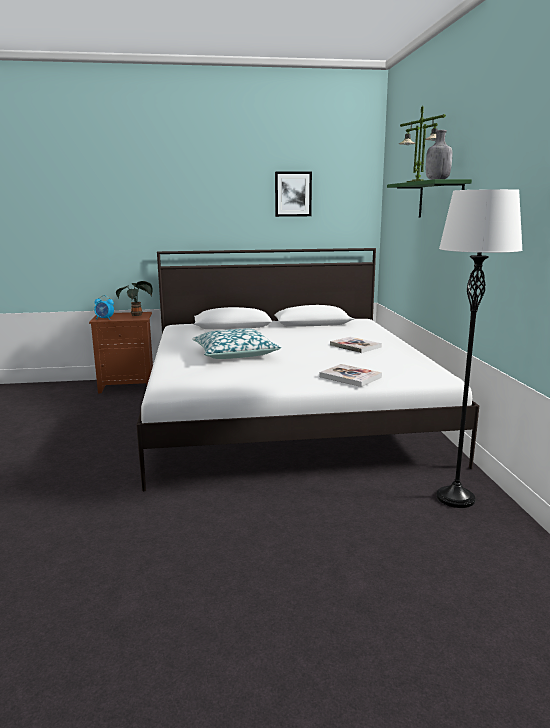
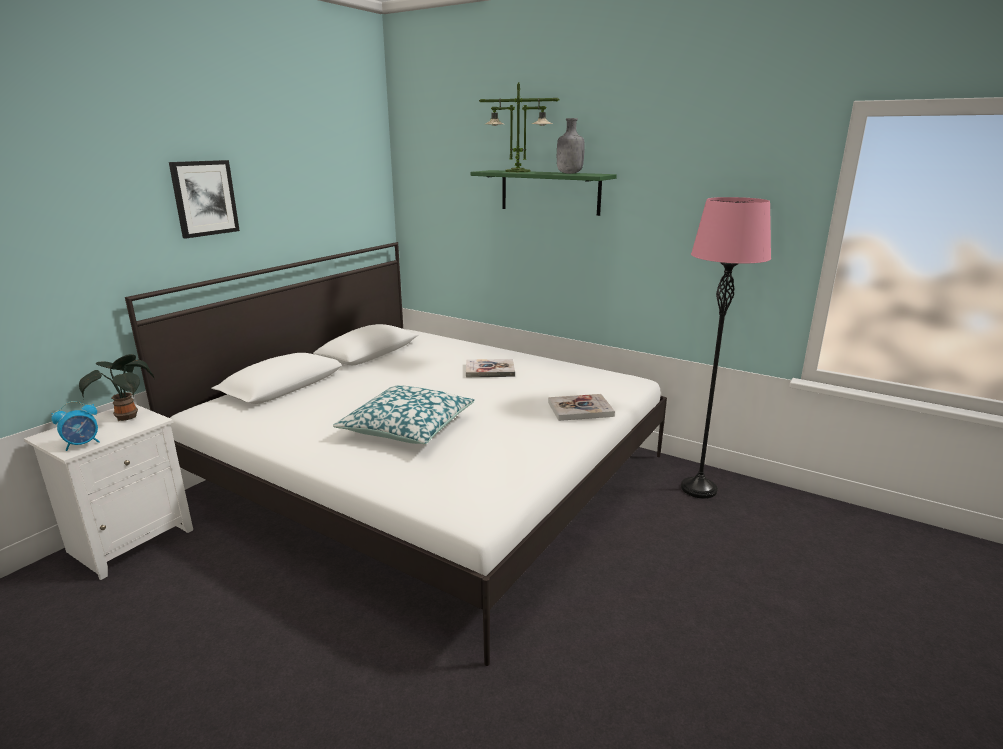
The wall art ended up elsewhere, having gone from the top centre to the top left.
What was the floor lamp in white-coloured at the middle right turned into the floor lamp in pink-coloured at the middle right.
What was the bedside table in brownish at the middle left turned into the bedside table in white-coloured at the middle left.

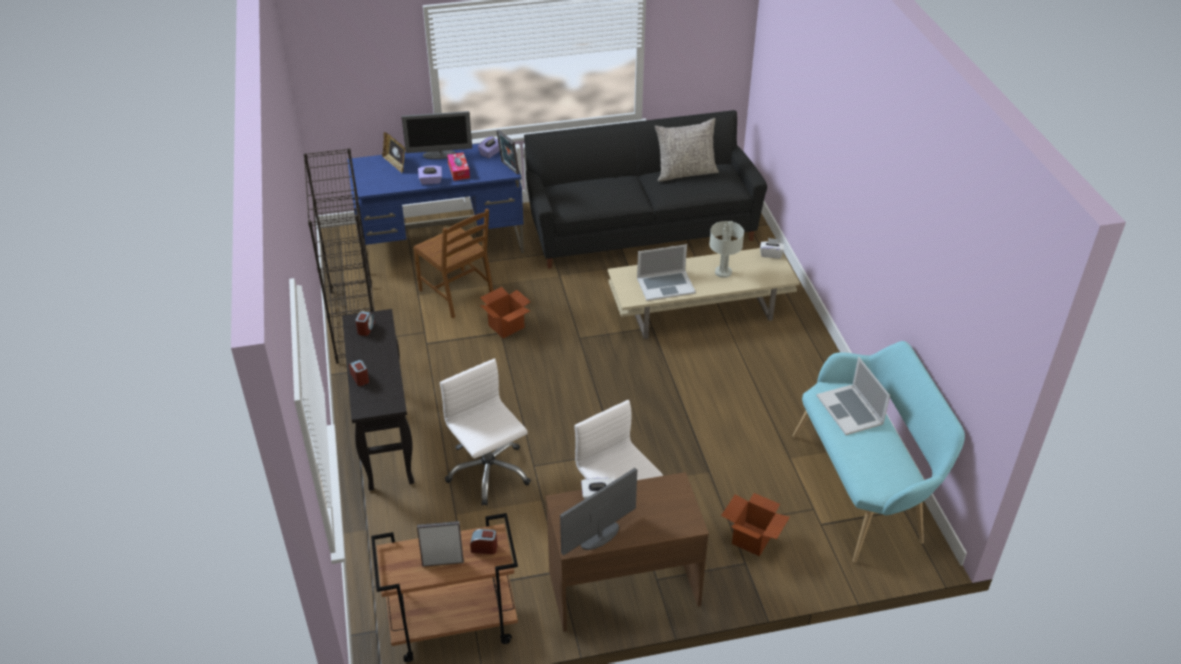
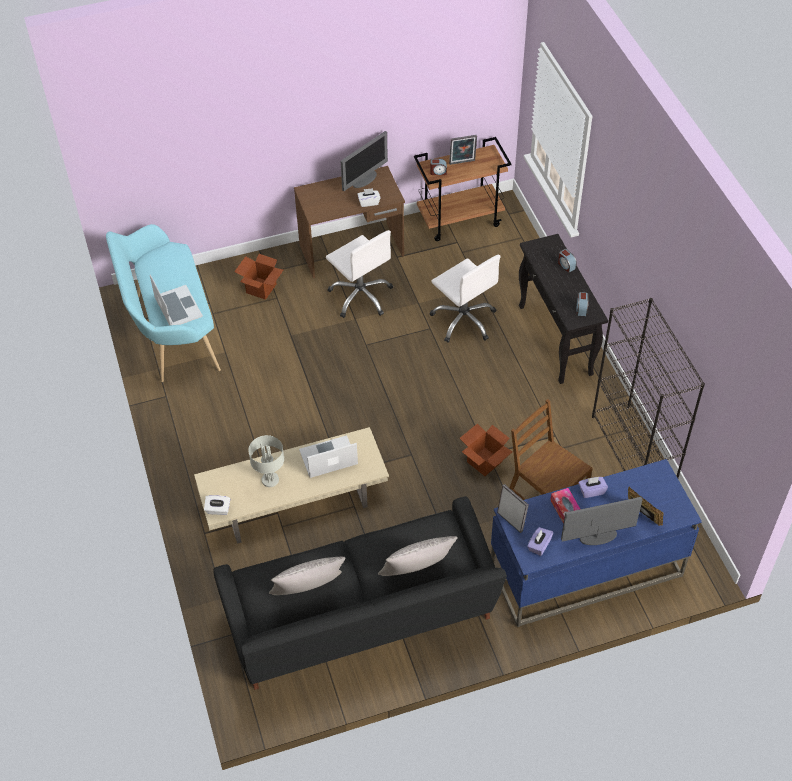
The second view gained the cushion in greyish (2nd from left) at the bottom centre.

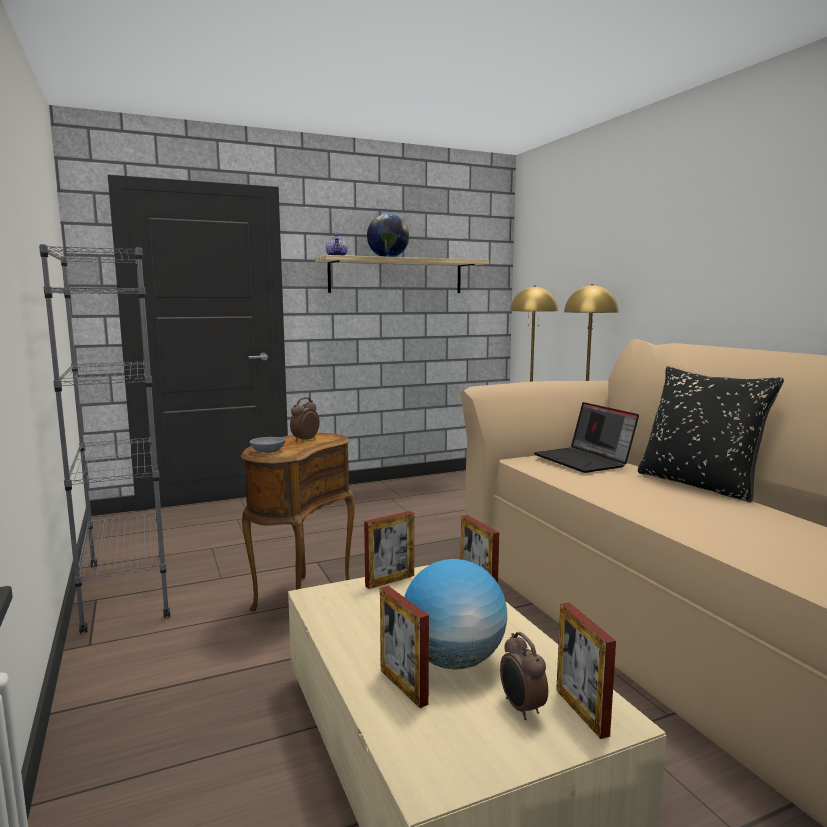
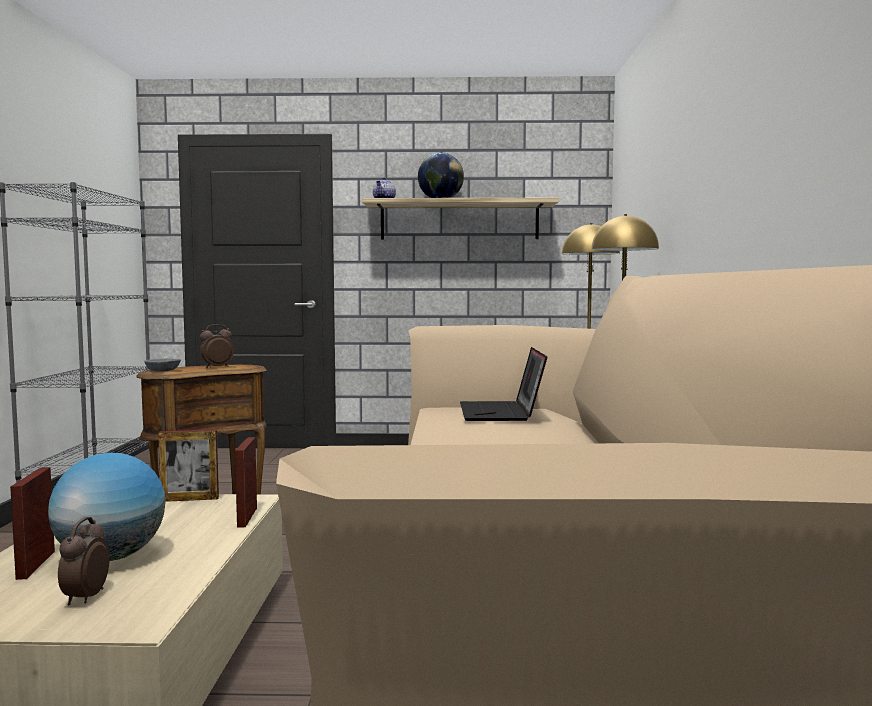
The second view lost the cushion in black-coloured at the middle right.
The second view lost the picture frame (4th from left) at the bottom right.

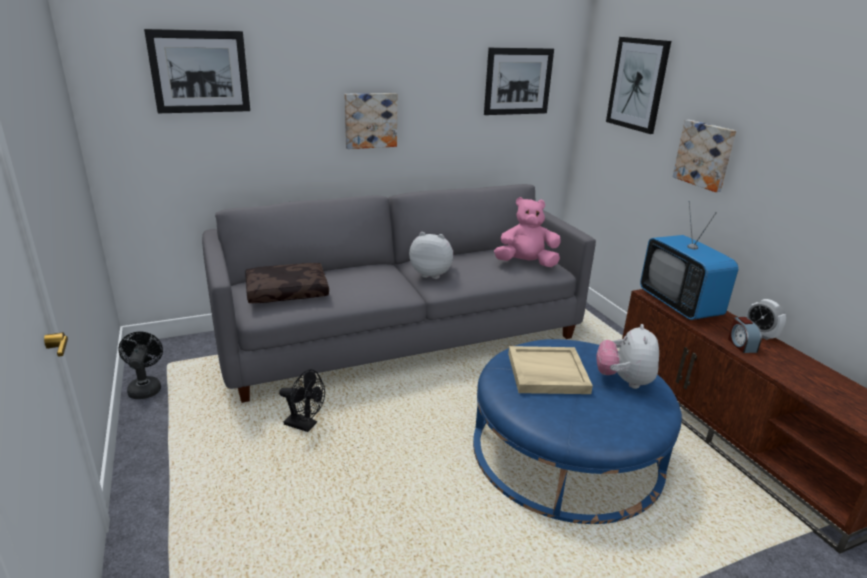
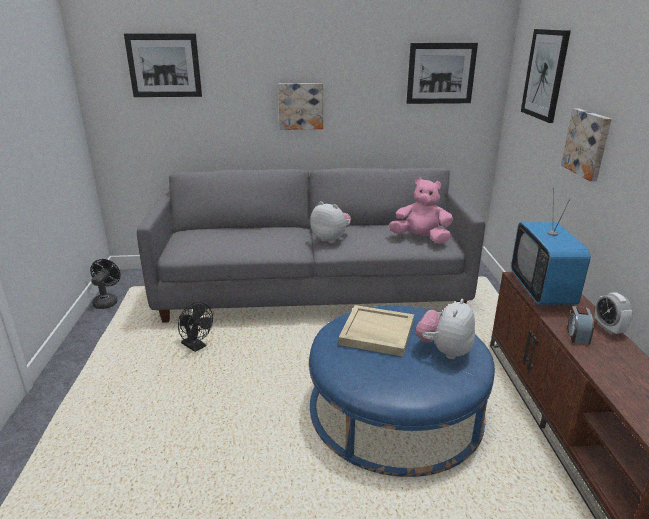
The second view lost the cushion in brownish at the middle left.

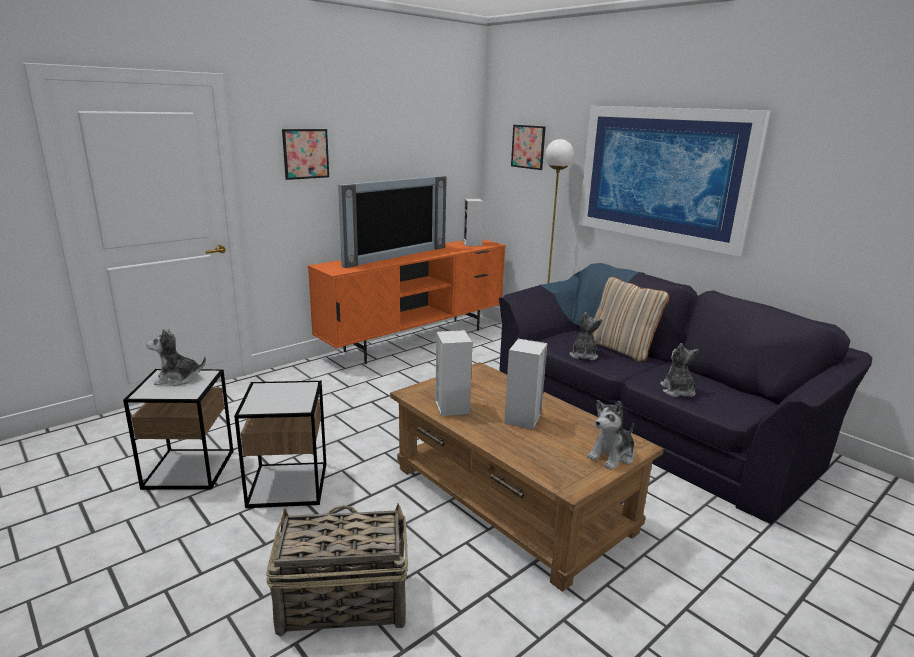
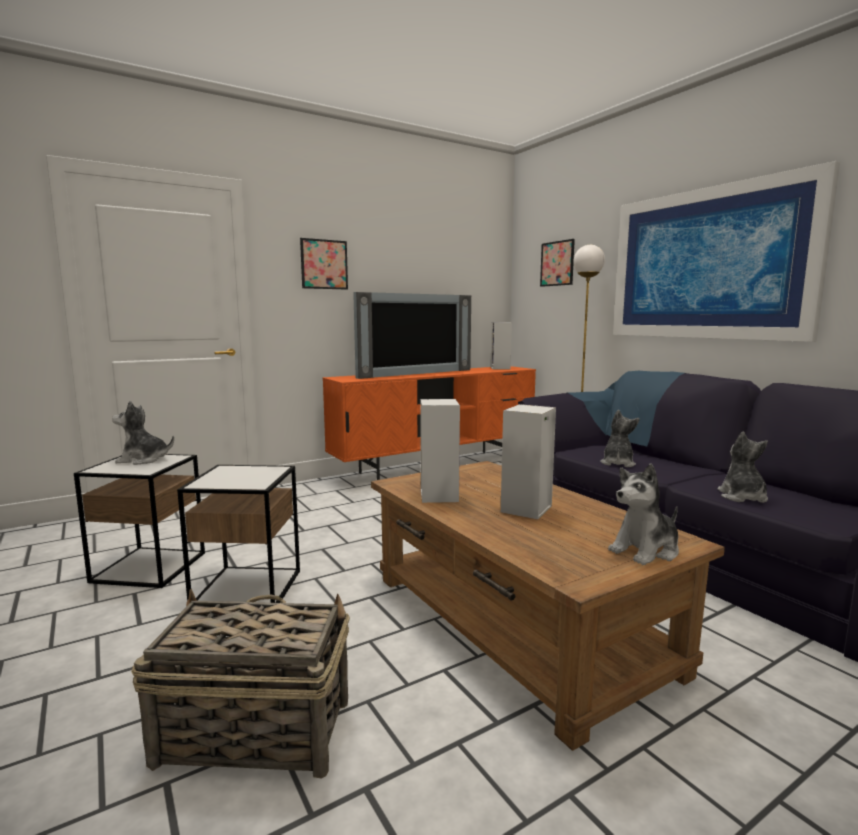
The second view lost the cushion in beige at the middle right.

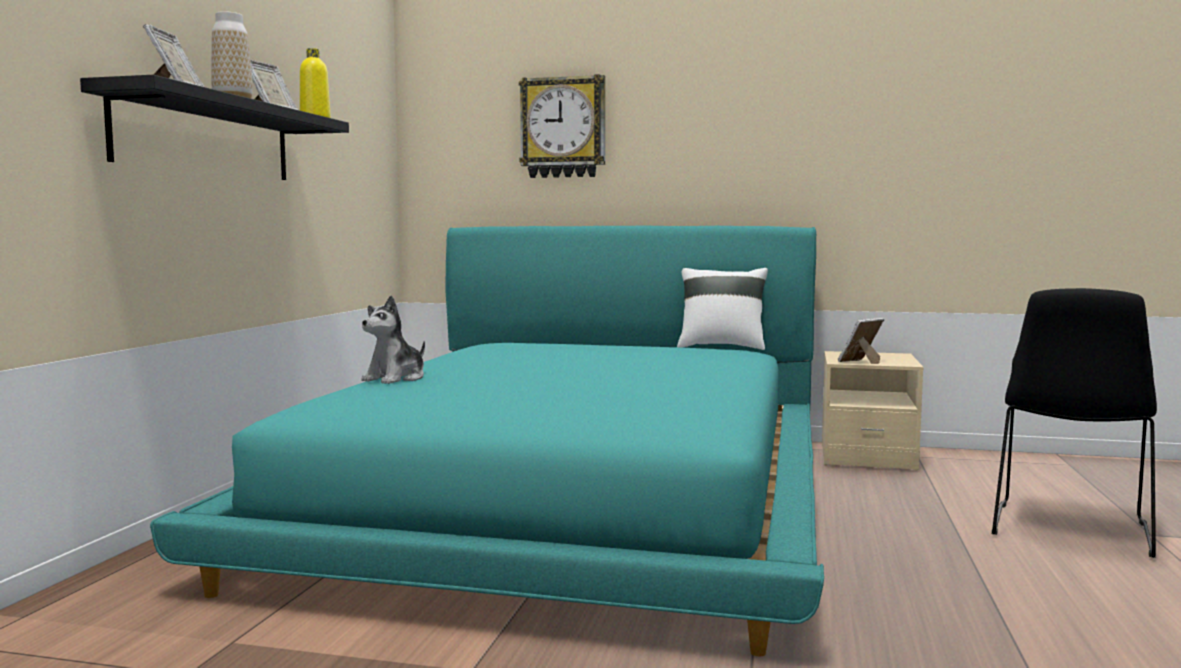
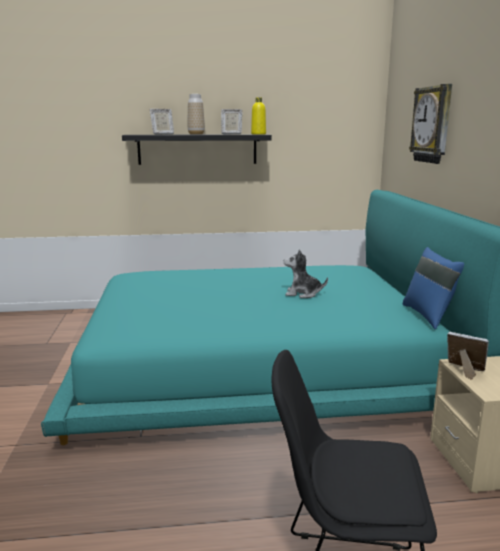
What was the cushion in white-coloured at the centre turned into the cushion in bluish at the middle right.
The soft toy ended up elsewhere, having gone from the middle left to the centre.

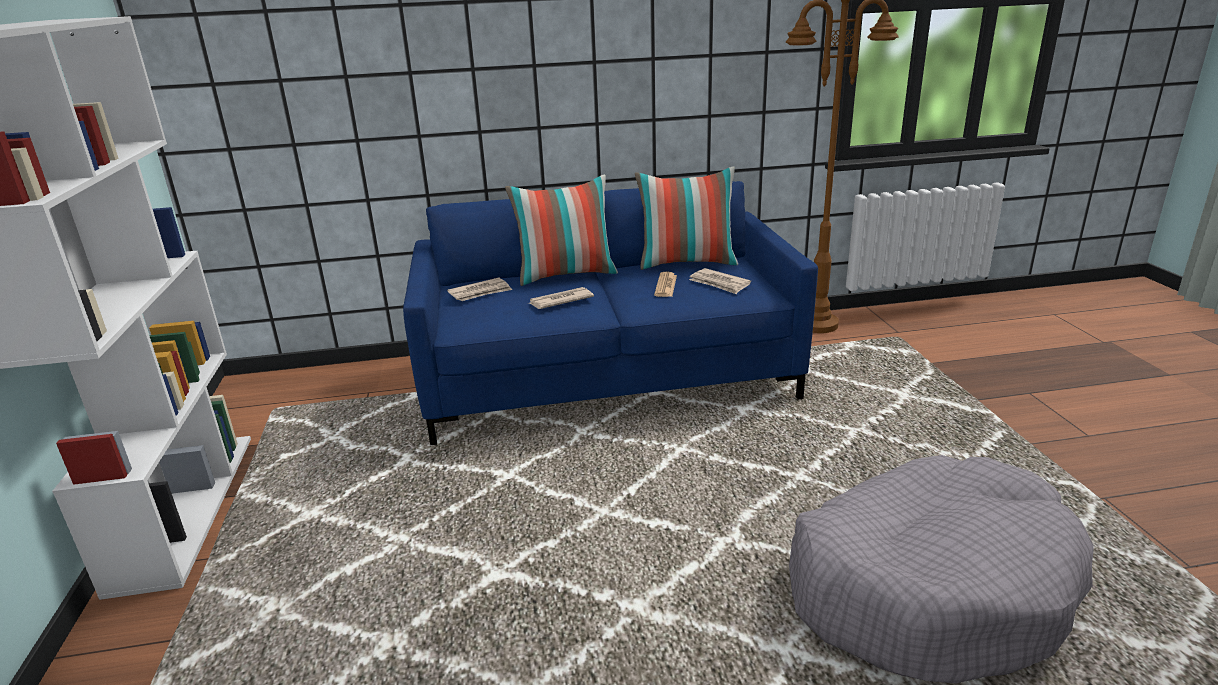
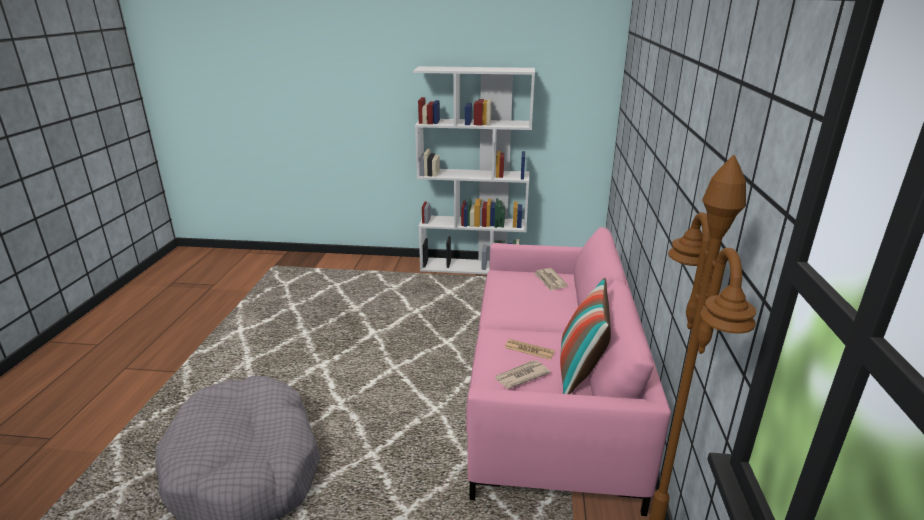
The second view lost the cushion (1st from left) at the centre.
What was the settee in bluish at the centre turned into the settee in pink-coloured at the bottom centre.
The second view lost the newspaper (2nd from left) at the centre.

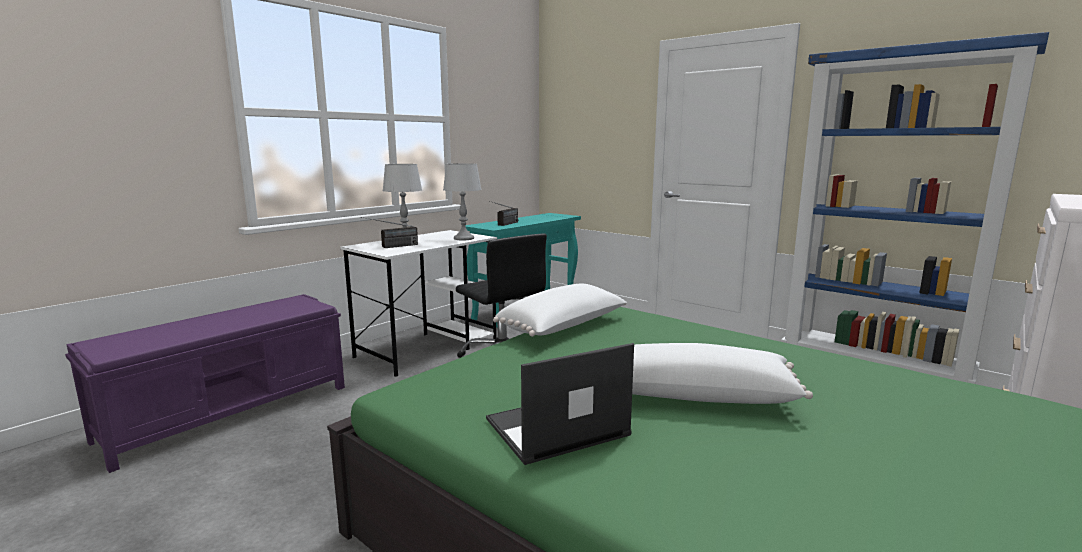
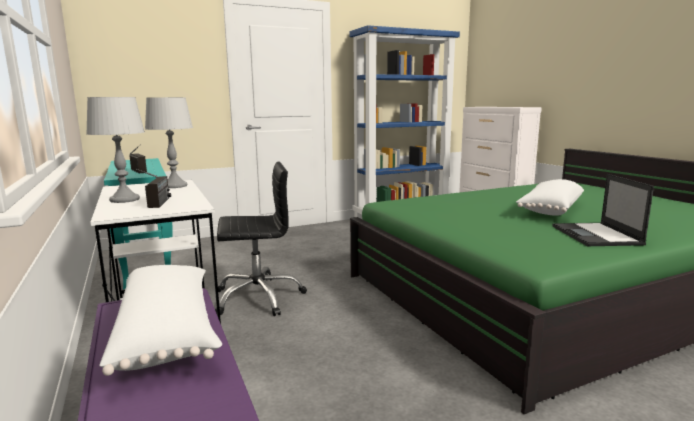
The cushion in white-coloured (1st from left) ended up elsewhere, having gone from the centre to the bottom left.

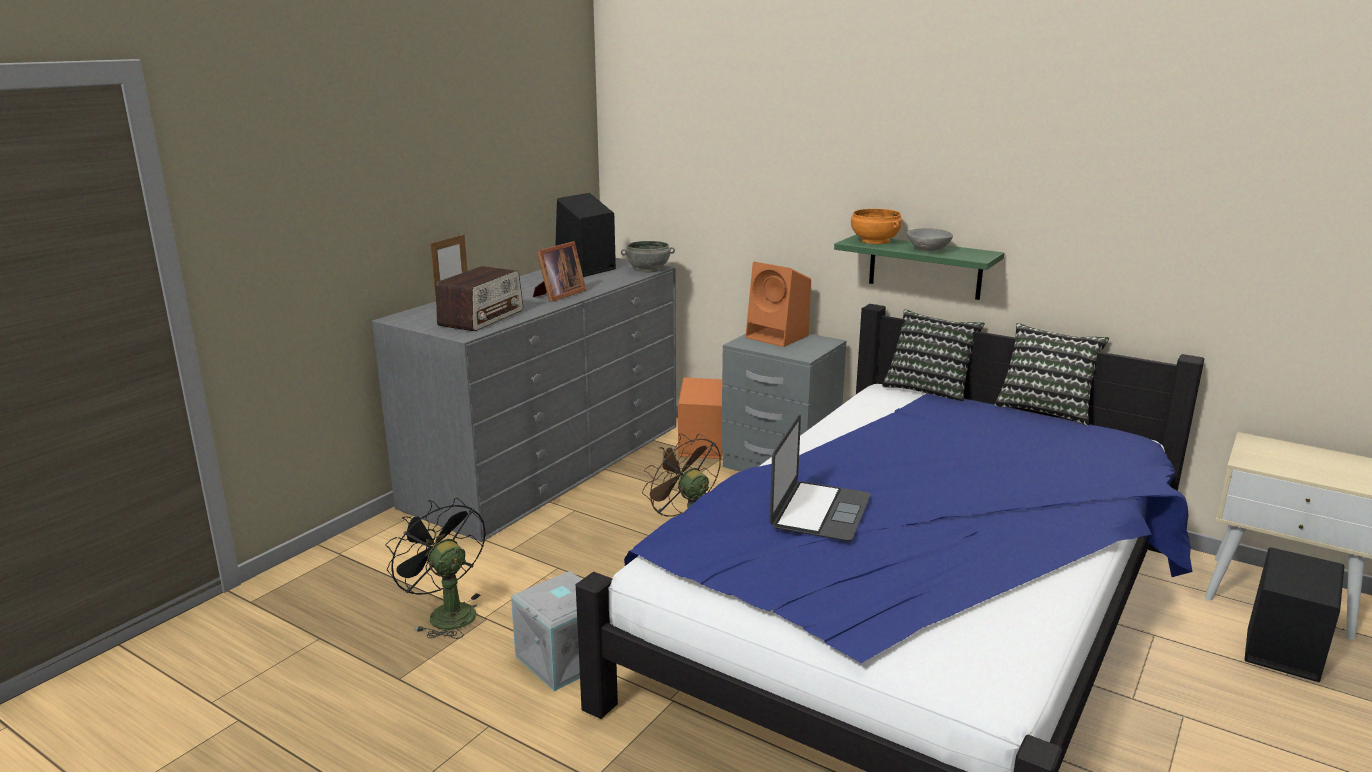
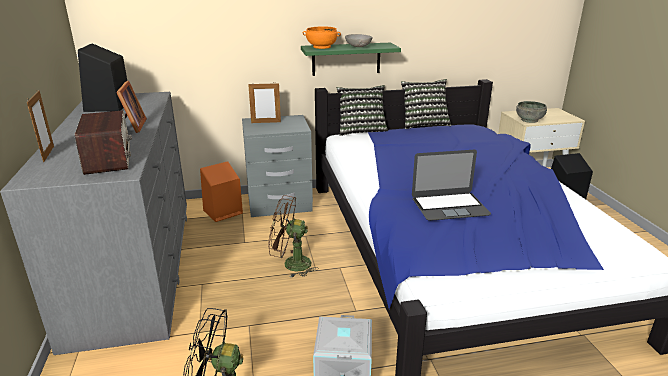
The serving bowl in greyish (1st from left in the first image) ended up elsewhere, having gone from the top centre to the top right.
Where the loudspeaker in orange-coloured (2nd from left) stood at the centre, the picture frame (3rd from left) came to stand at the top centre.
The laptop at the centre ended up facing another way, 105 degrees clockwise from before.

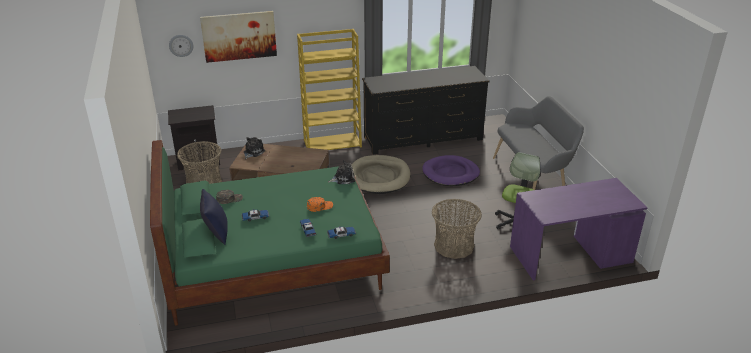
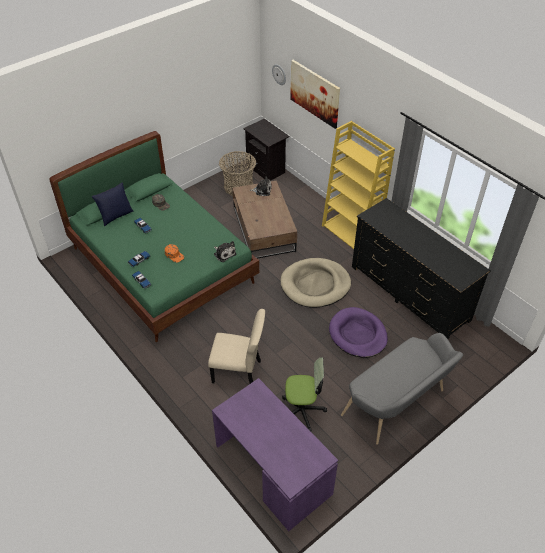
Where the storage basket (2nd from left) stood at the centre, the chair in beige came to stand at the centre.

